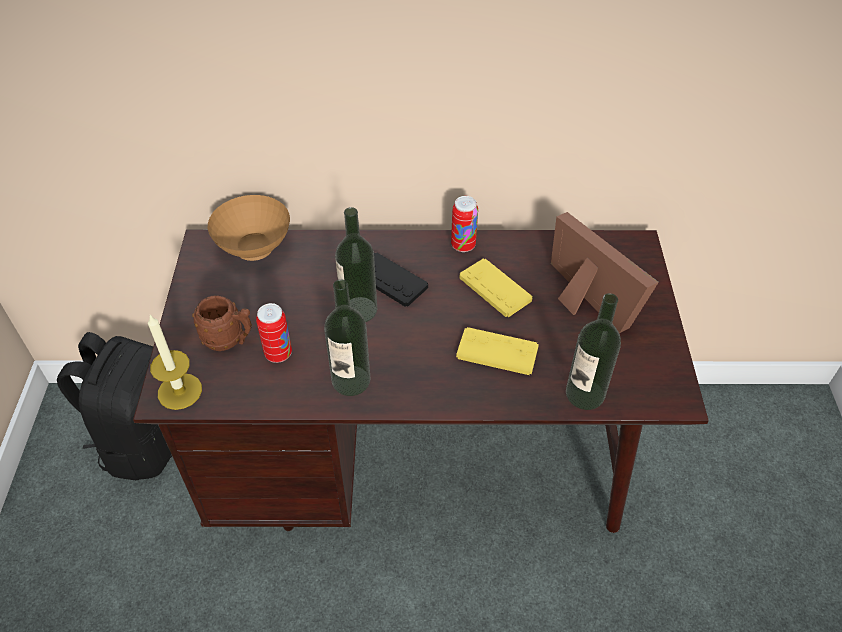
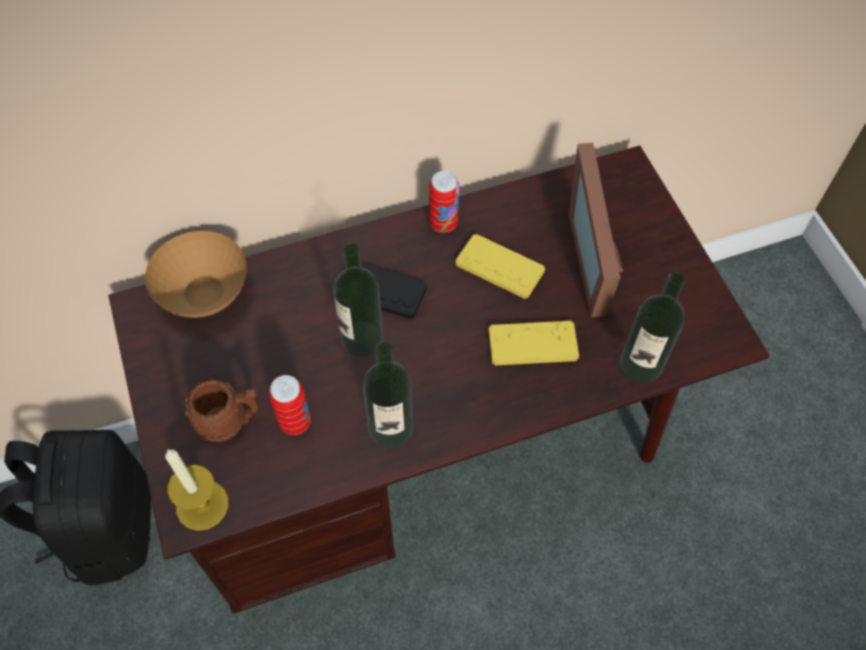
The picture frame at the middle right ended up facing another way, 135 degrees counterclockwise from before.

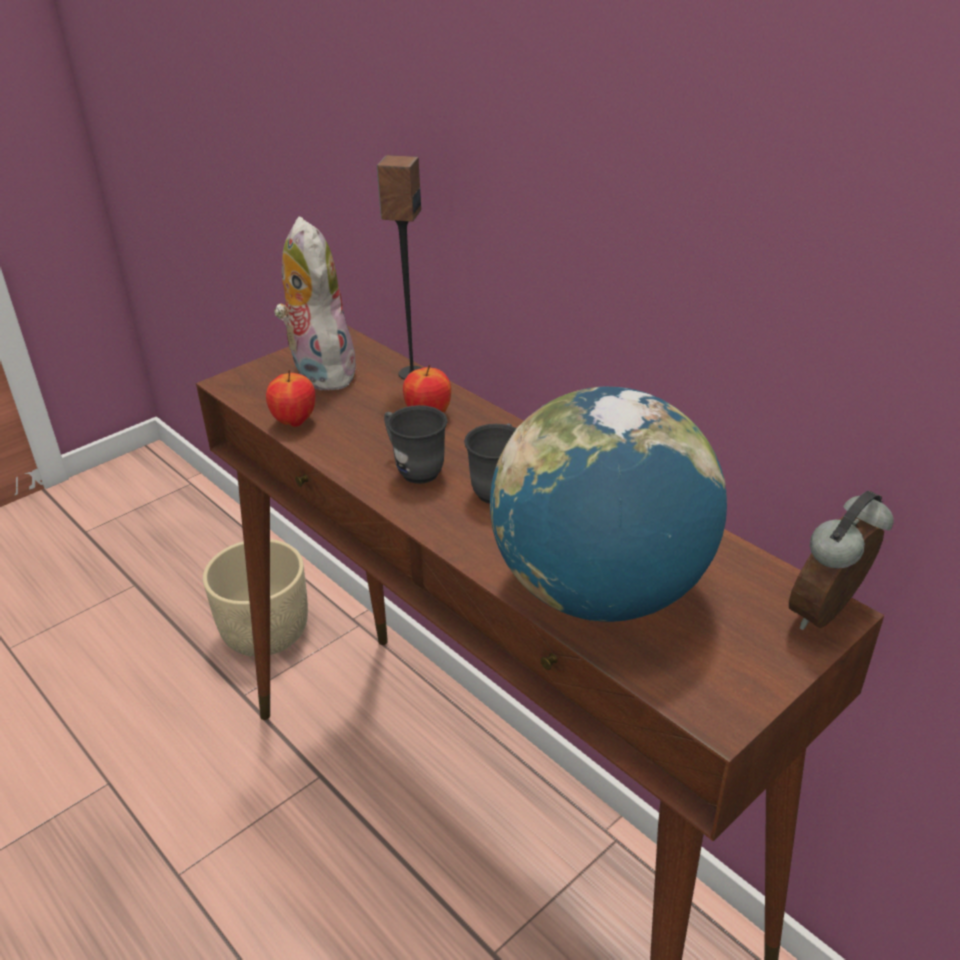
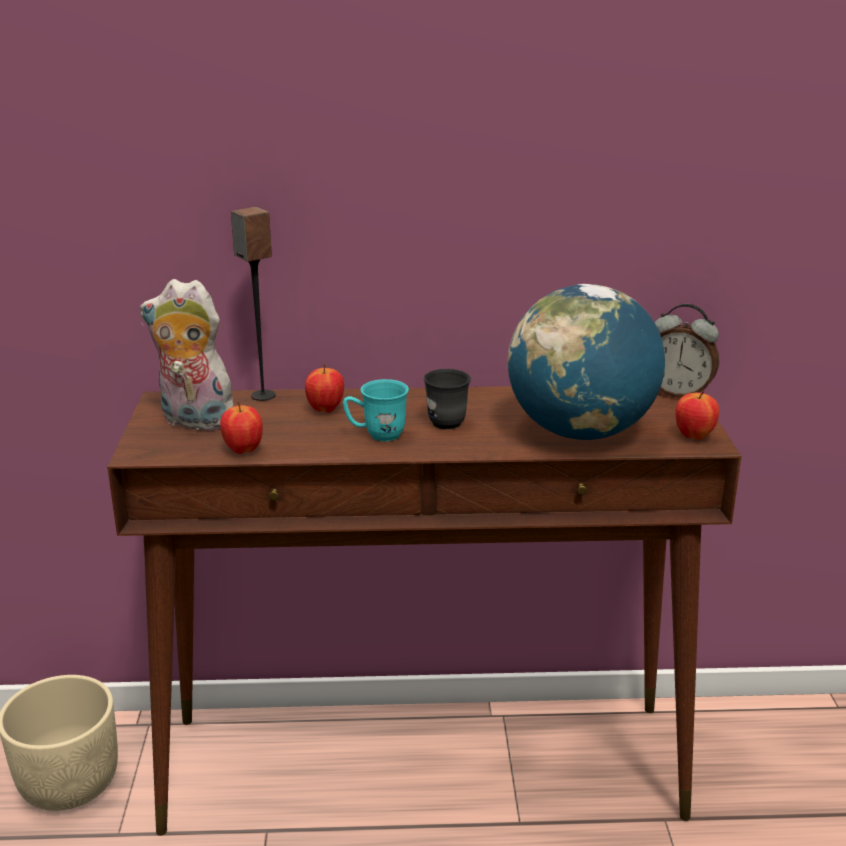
What was the mug in greyish (1st from left) at the centre turned into the mug in blue-green at the centre.
The alarm clock at the middle right ended up facing another way, 60 degrees counterclockwise from before.
The second view gained the whole apple (3rd from left) at the middle right.

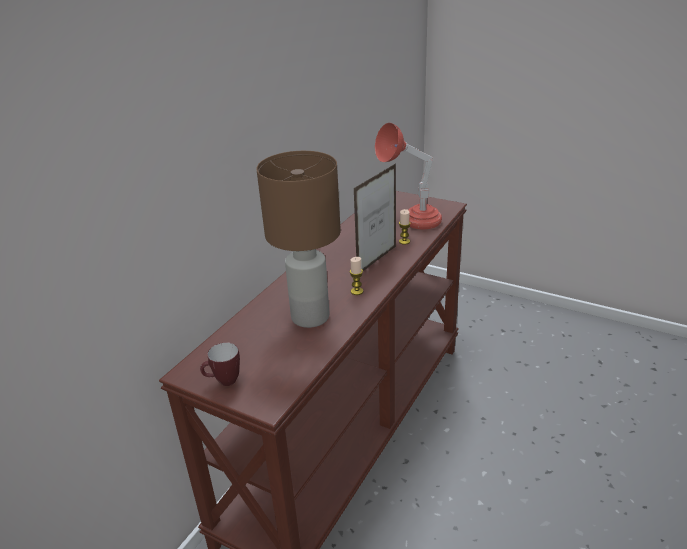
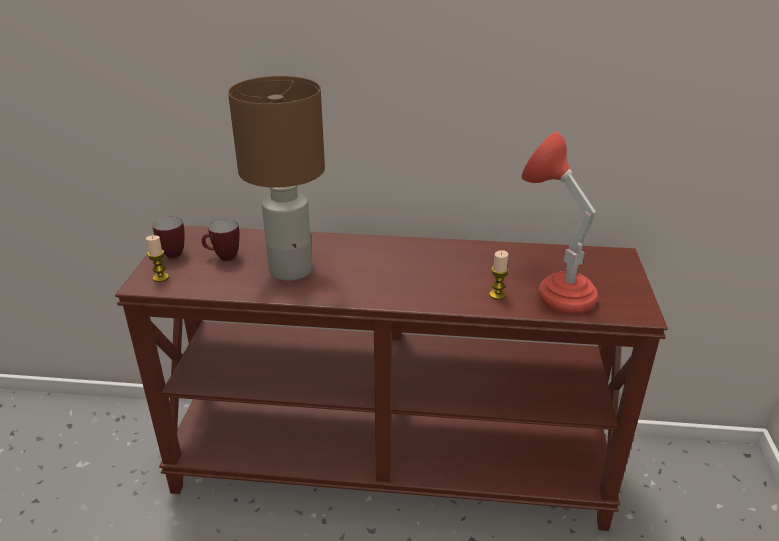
The second view lost the picture frame at the centre.
The wax light (1st from left) ended up elsewhere, having gone from the centre to the middle left.
The second view gained the mug (2nd from left) at the middle left.

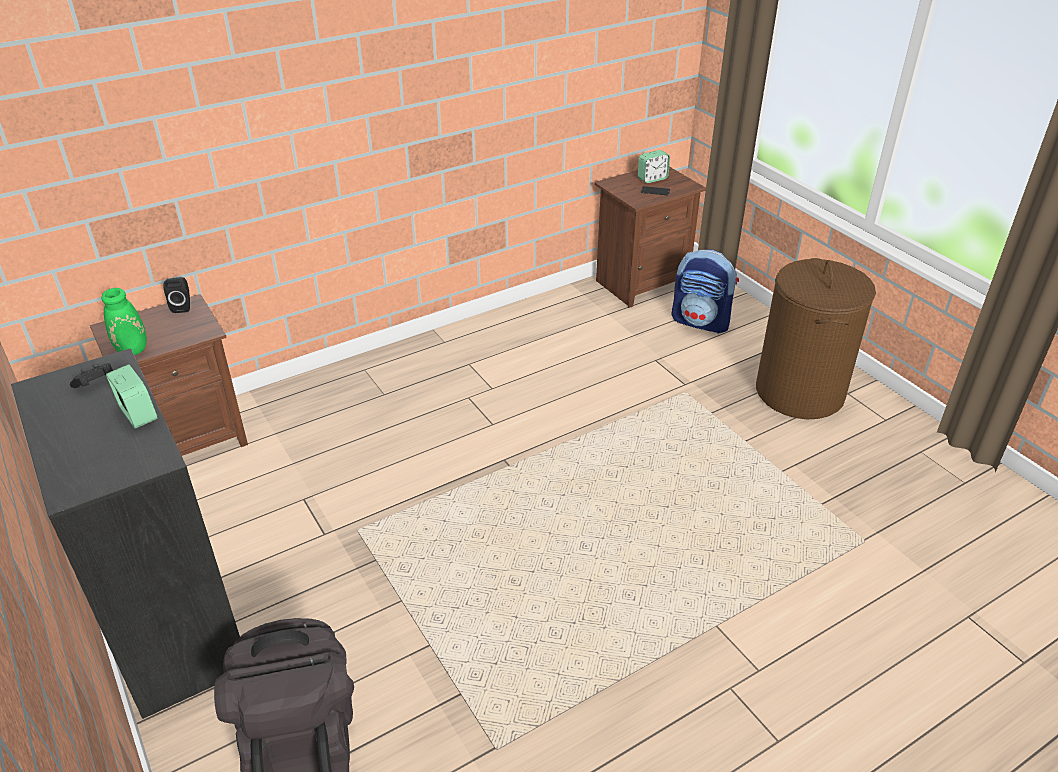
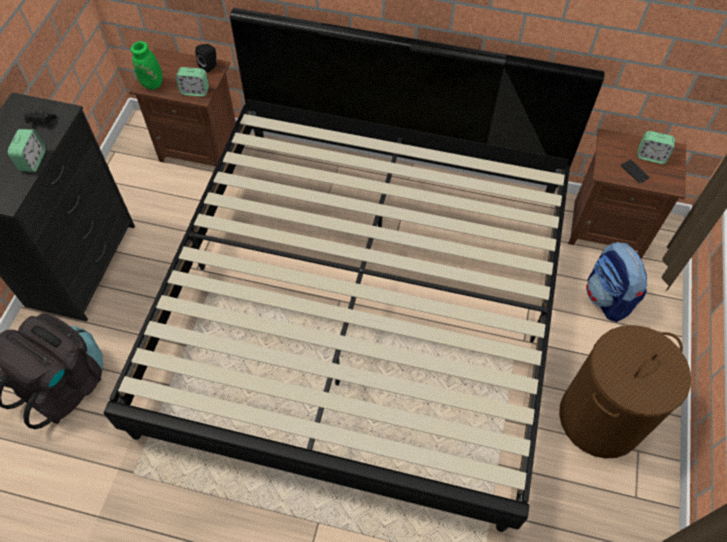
The second view gained the bedroom bed at the centre.
The second view gained the alarm clock (2nd from left) at the top left.

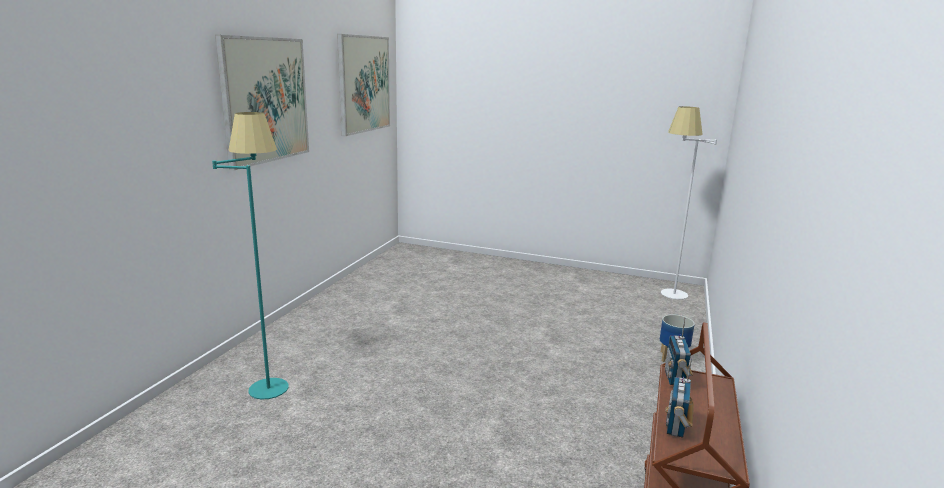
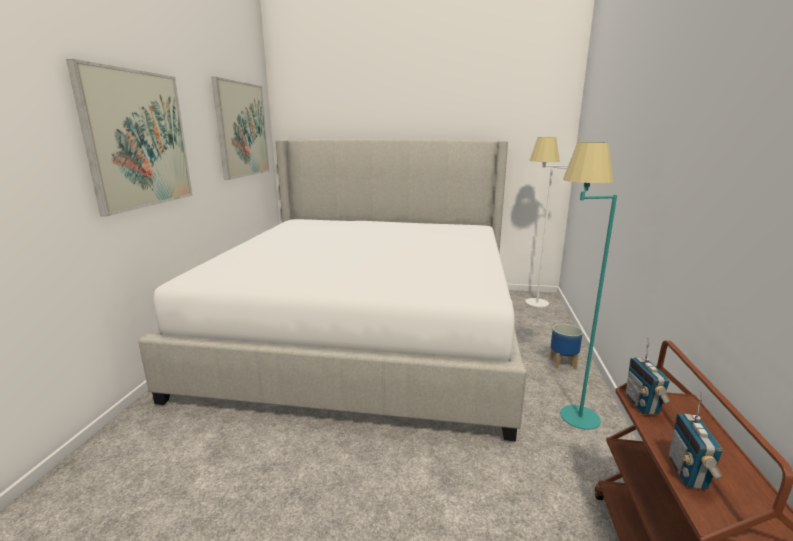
The floor lamp in blue-green ended up elsewhere, having gone from the middle left to the middle right.
The second view gained the bedroom bed at the centre.

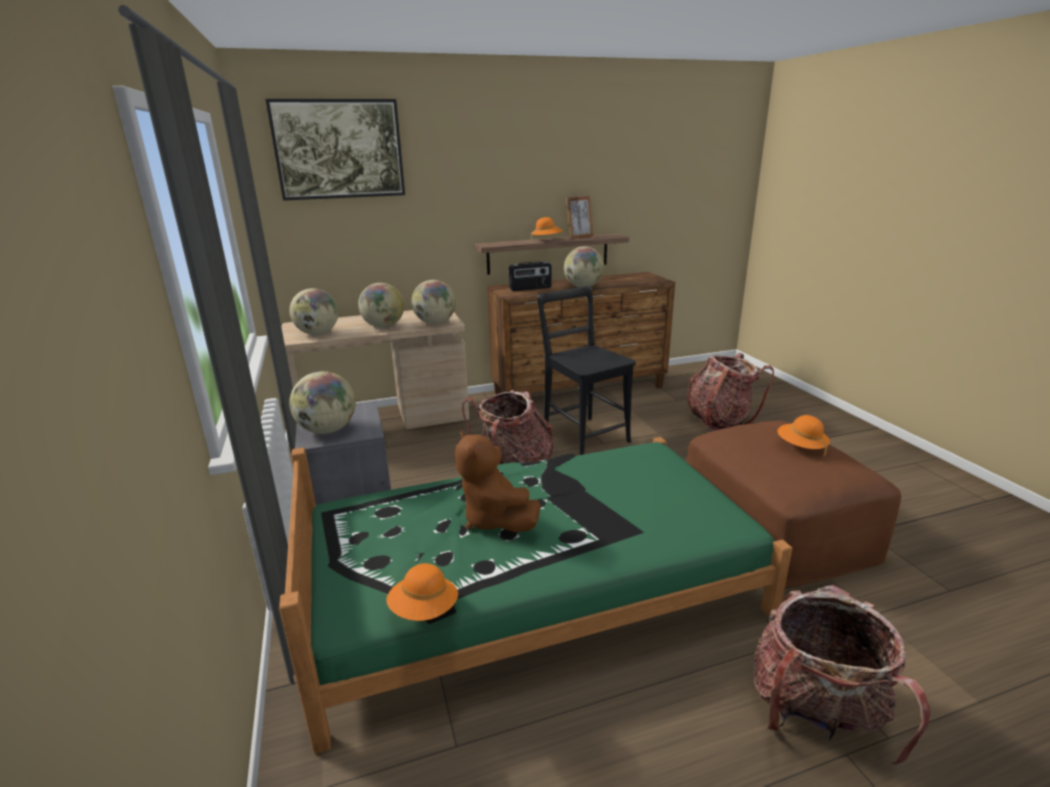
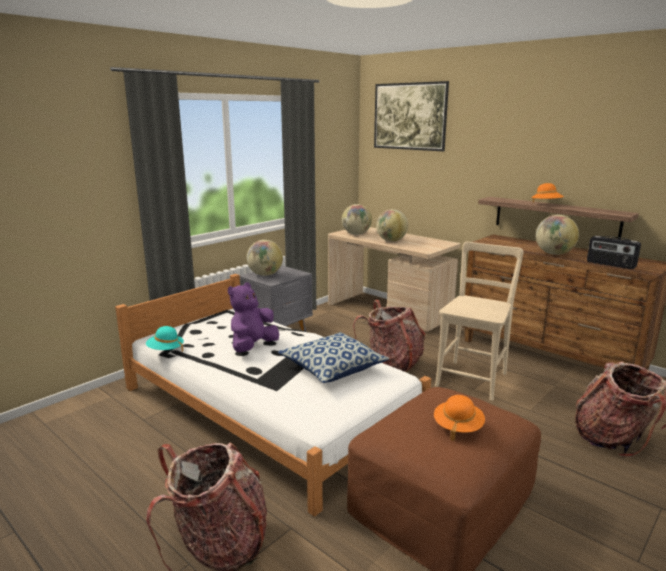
The second view lost the picture frame at the top centre.
The radio set ended up elsewhere, having gone from the centre to the middle right.
The second view lost the desk globe (4th from left) at the centre.
What was the chair in black-coloured at the centre turned into the chair in beige at the middle right.
What was the soft toy in brownish at the centre turned into the soft toy in purple at the centre.
What was the bedroom bed in green-coloured at the bottom centre turned into the bedroom bed in white-coloured at the bottom centre.
What was the wearable hat in orange-coloured (1st from left) at the bottom centre turned into the wearable hat in blue-green at the middle left.
The second view gained the cushion at the centre.

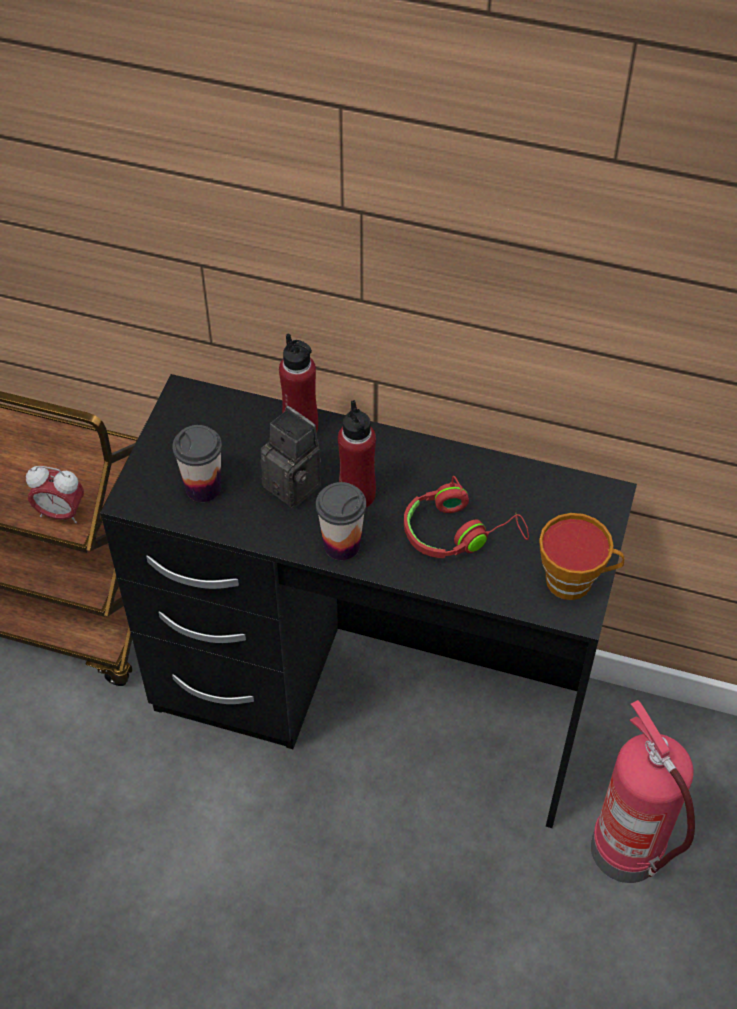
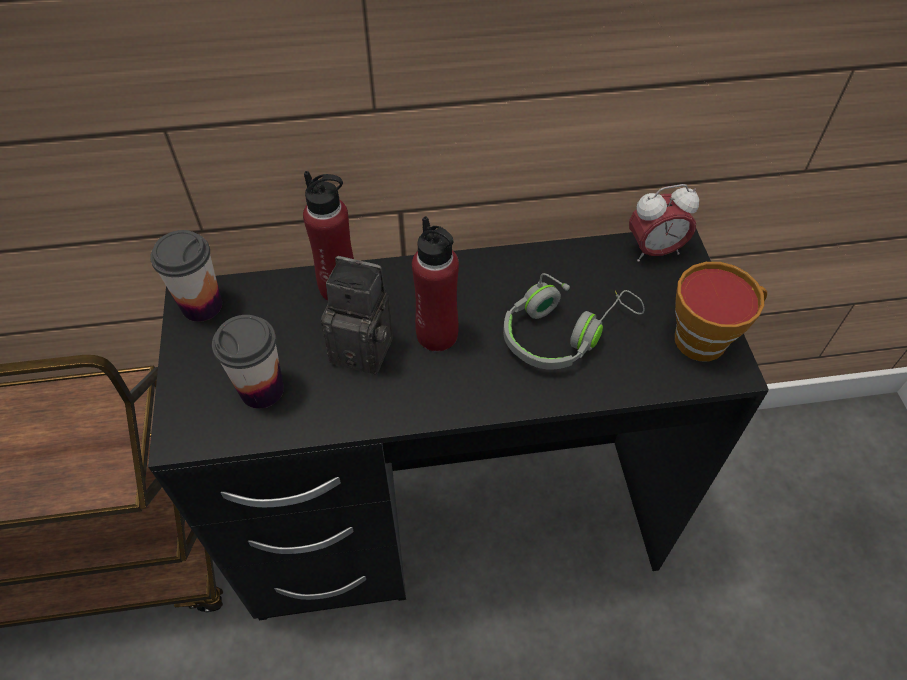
The alarm clock ended up elsewhere, having gone from the middle left to the top right.
What was the headphones in red-coloured at the centre turned into the headphones in greyish at the centre.
The small cup (2nd from left in the first image) ended up elsewhere, having gone from the centre to the middle left.
The second view lost the fire-fighting cylinder at the bottom right.

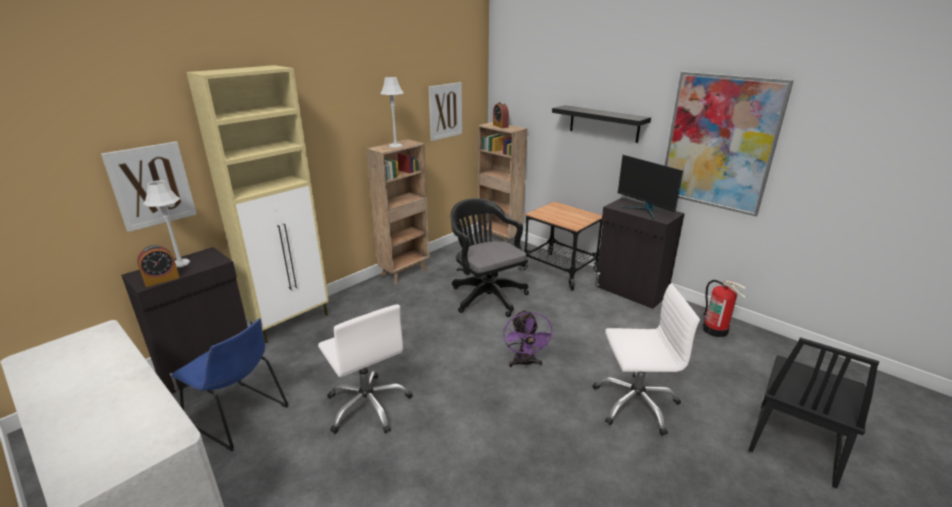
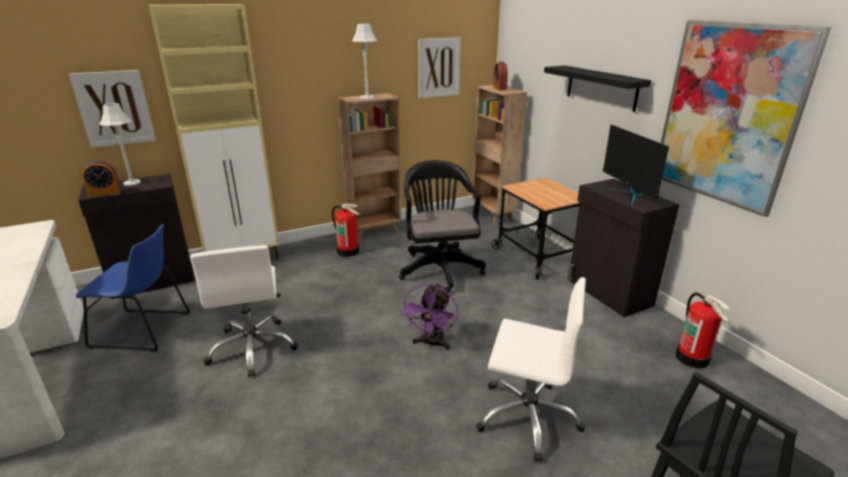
The chair in bluish at the bottom left ended up facing another way, 45 degrees counterclockwise from before.
The second view gained the fire-fighting cylinder (1st from left) at the centre.

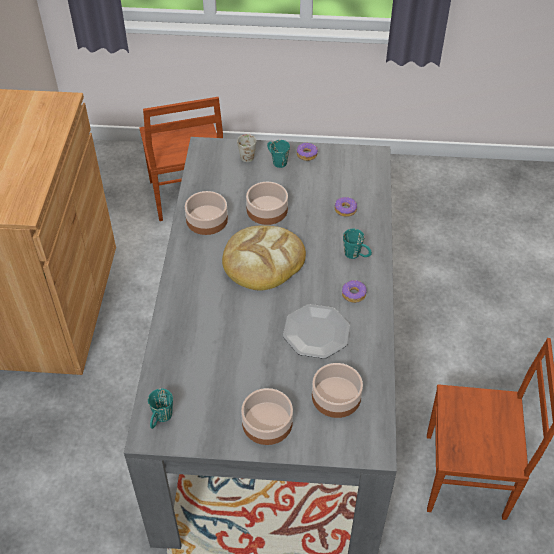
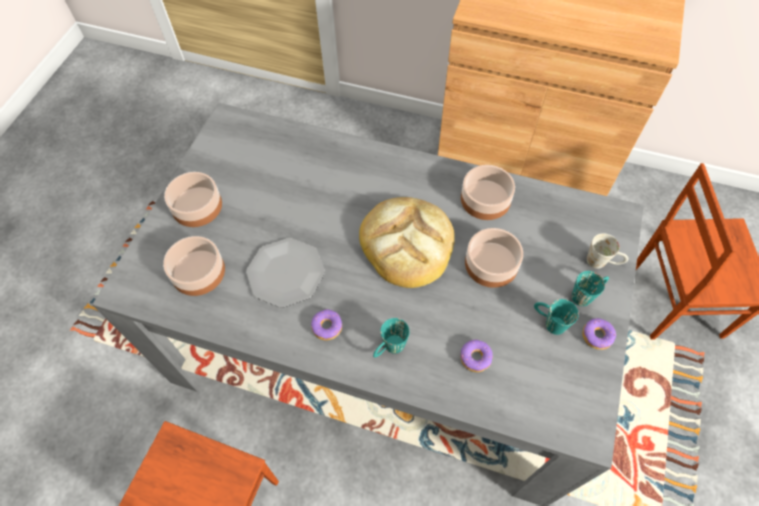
The mug in blue-green (1st from left in the first image) ended up elsewhere, having gone from the bottom left to the middle right.

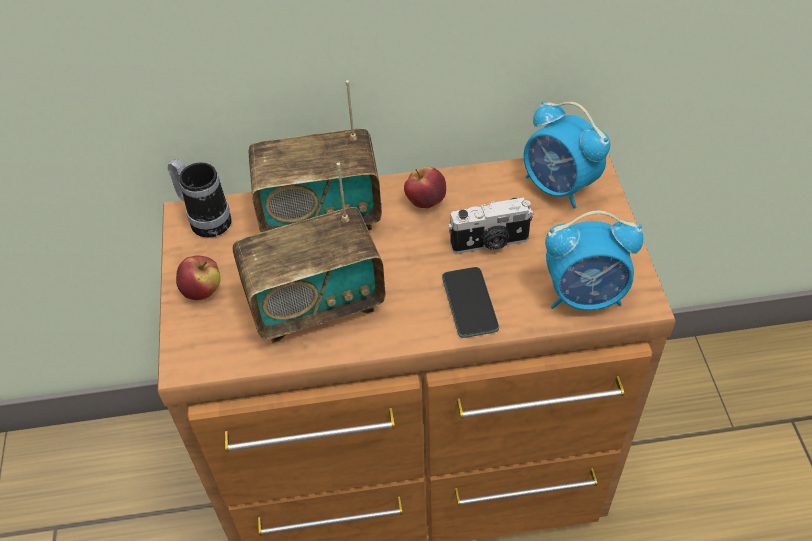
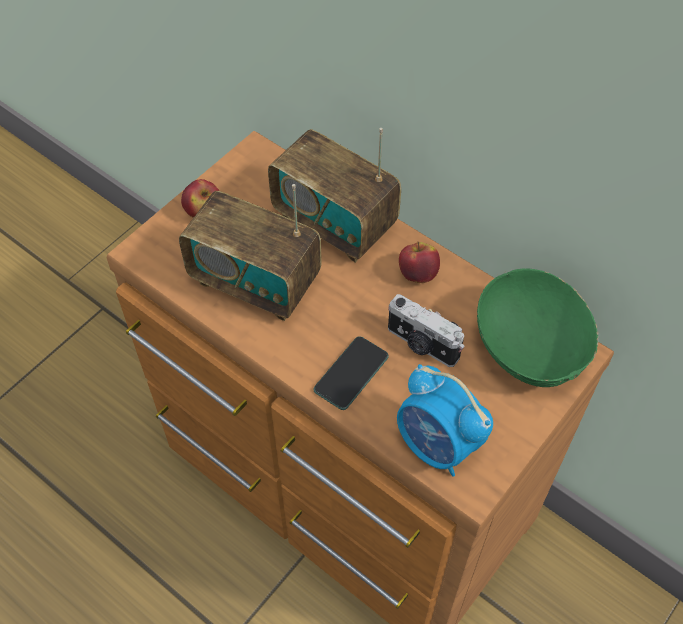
Where the alarm clock (1st from left) stood at the top right, the serving bowl in green-coloured came to stand at the middle right.
The second view lost the mug at the middle left.

